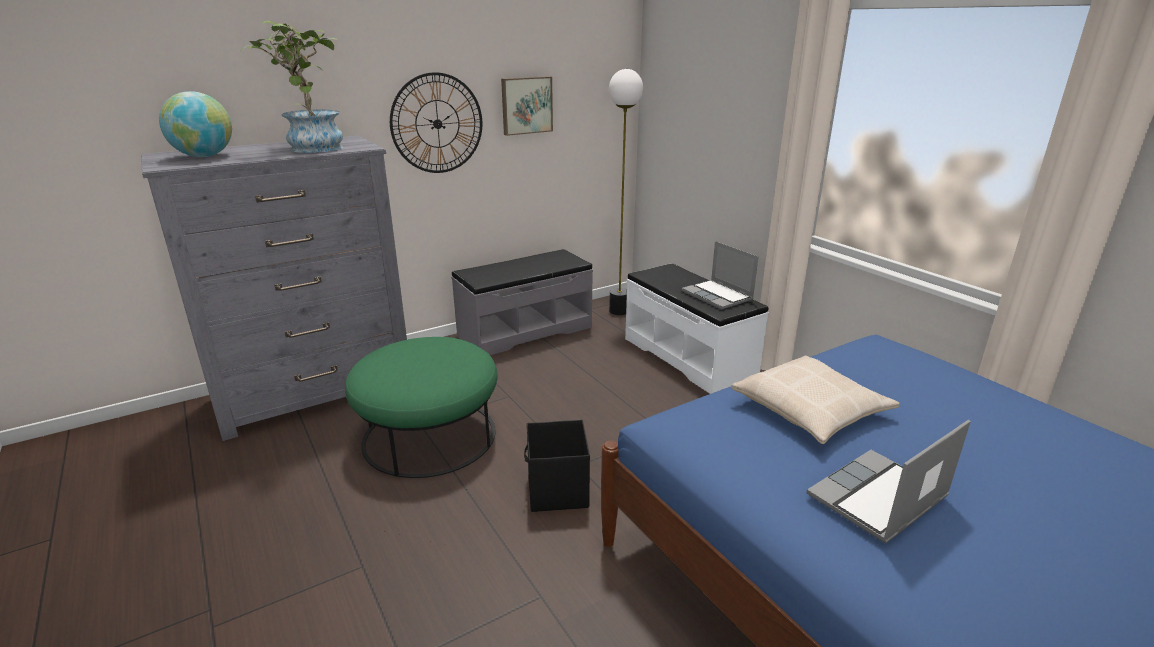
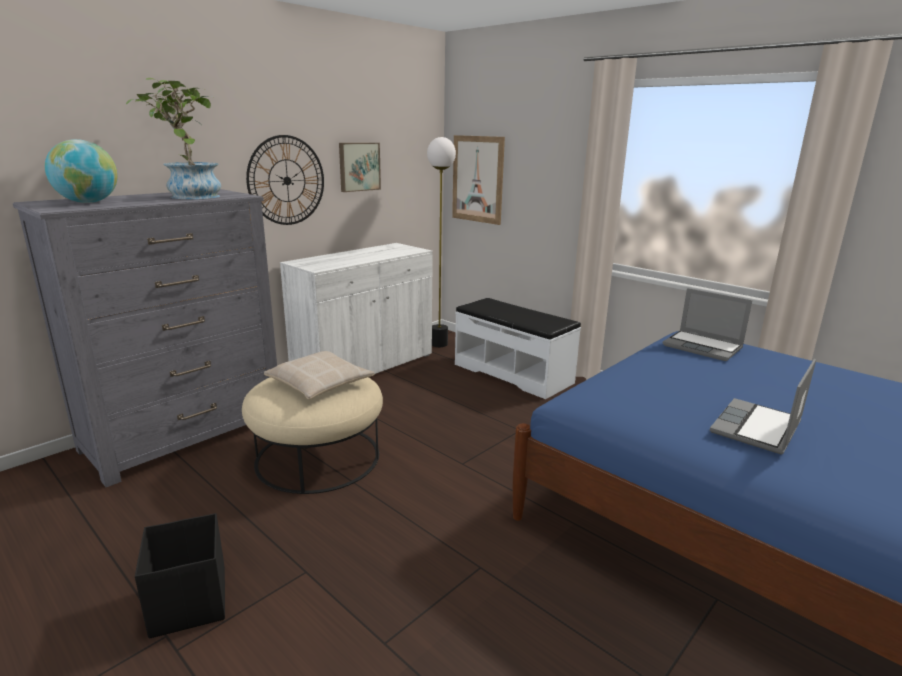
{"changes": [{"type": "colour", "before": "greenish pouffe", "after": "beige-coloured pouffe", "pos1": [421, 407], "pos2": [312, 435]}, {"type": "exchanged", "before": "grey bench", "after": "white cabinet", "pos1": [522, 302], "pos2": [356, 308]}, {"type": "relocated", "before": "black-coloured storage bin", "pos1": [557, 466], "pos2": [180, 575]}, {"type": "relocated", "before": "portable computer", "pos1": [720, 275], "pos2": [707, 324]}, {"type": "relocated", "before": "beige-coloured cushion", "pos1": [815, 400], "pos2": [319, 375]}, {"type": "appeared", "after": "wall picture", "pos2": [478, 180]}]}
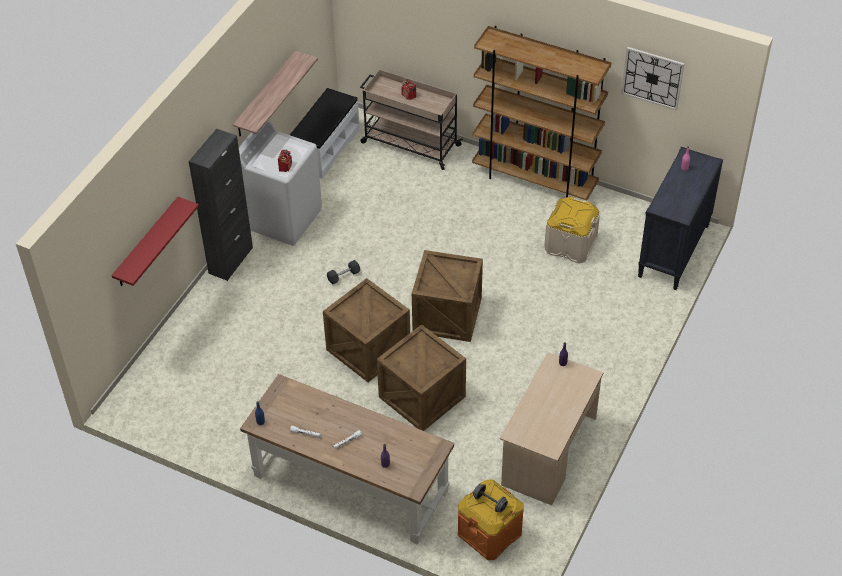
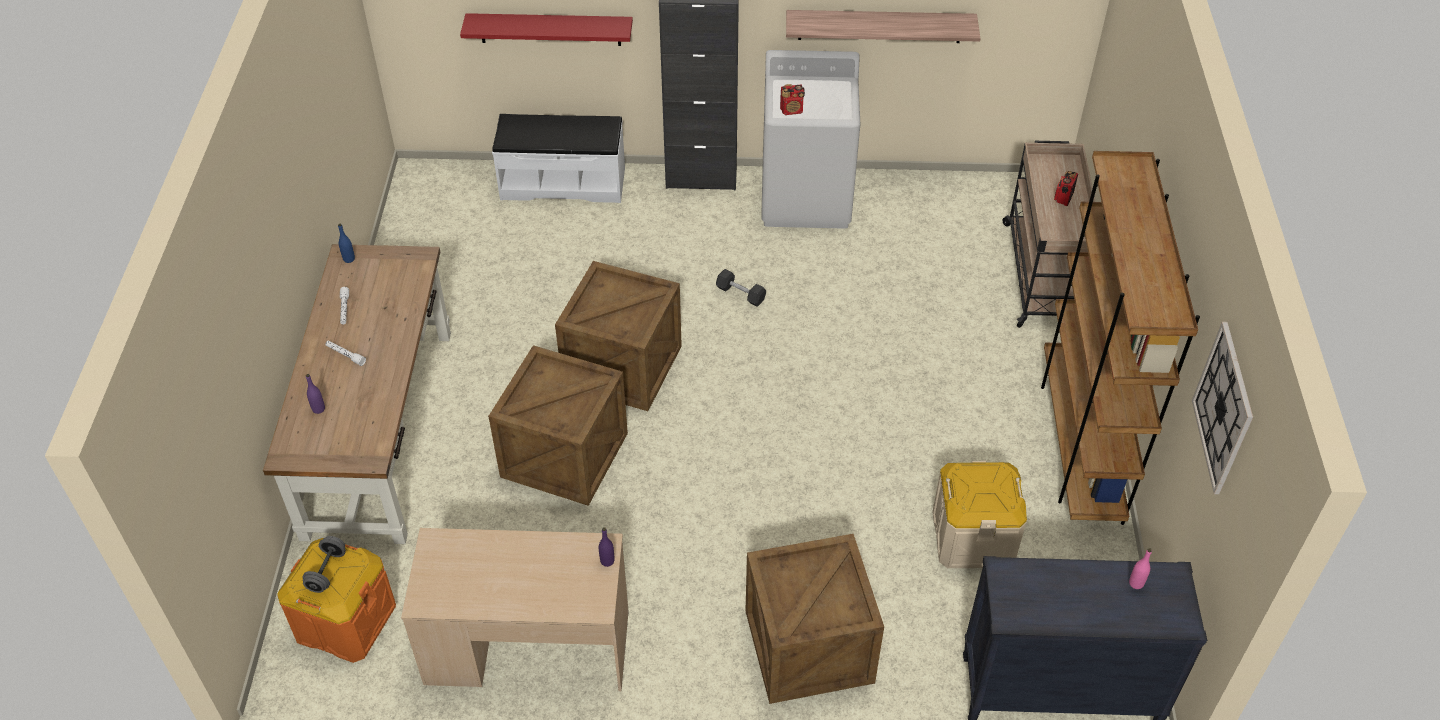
{"changes": [{"type": "relocated", "before": "white bench", "pos1": [325, 133], "pos2": [558, 158]}, {"type": "relocated", "before": "crate", "pos1": [447, 296], "pos2": [814, 619]}]}
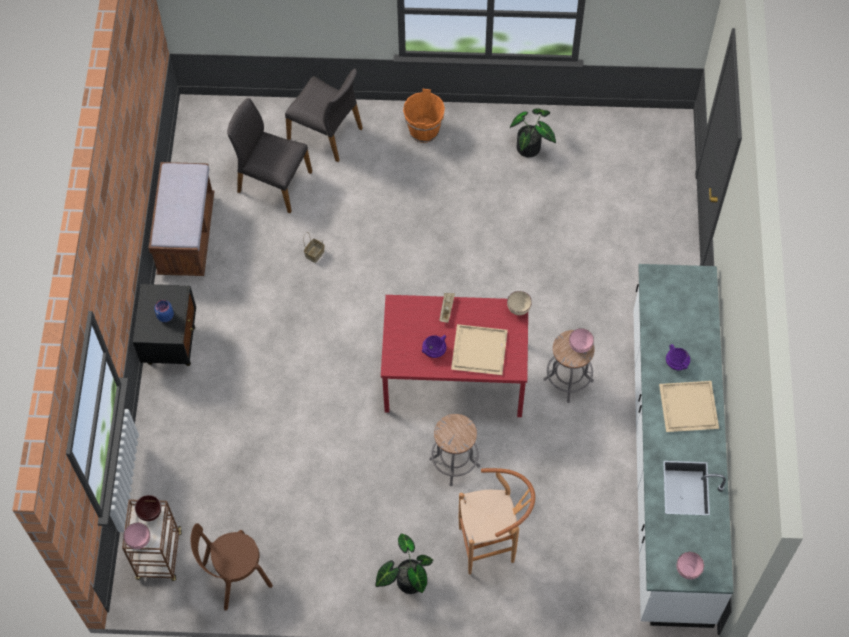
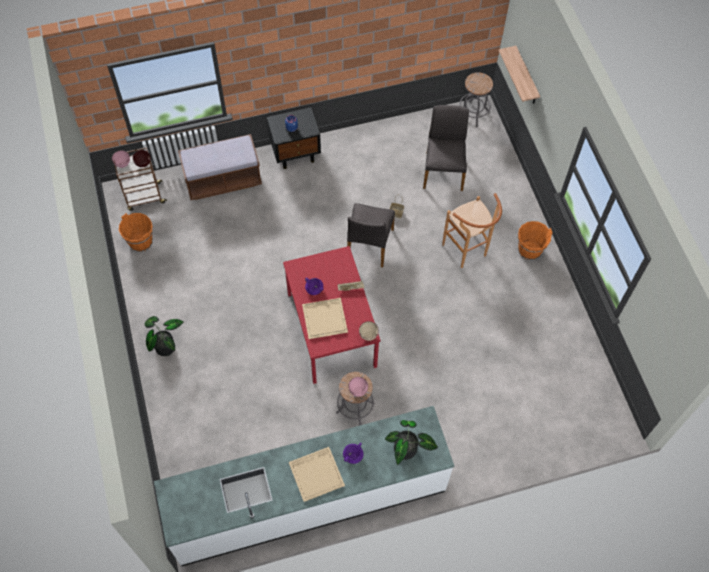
{"changes": [{"type": "relocated", "before": "brown-coloured bench", "pos1": [181, 219], "pos2": [220, 167]}, {"type": "exchanged", "before": "brown-coloured plain chair", "after": "orangey bucket", "pos1": [232, 567], "pos2": [136, 232]}, {"type": "relocated", "before": "grey plain chair", "pos1": [324, 115], "pos2": [371, 235]}, {"type": "relocated", "before": "grey stool", "pos1": [454, 450], "pos2": [476, 99]}, {"type": "relocated", "before": "brown-coloured stool", "pos1": [497, 521], "pos2": [472, 230]}, {"type": "relocated", "before": "plant in a pot", "pos1": [533, 132], "pos2": [411, 442]}, {"type": "missing", "before": "pink bowl", "pos1": [690, 565]}, {"type": "appeared", "after": "shelf", "pos2": [519, 75]}]}
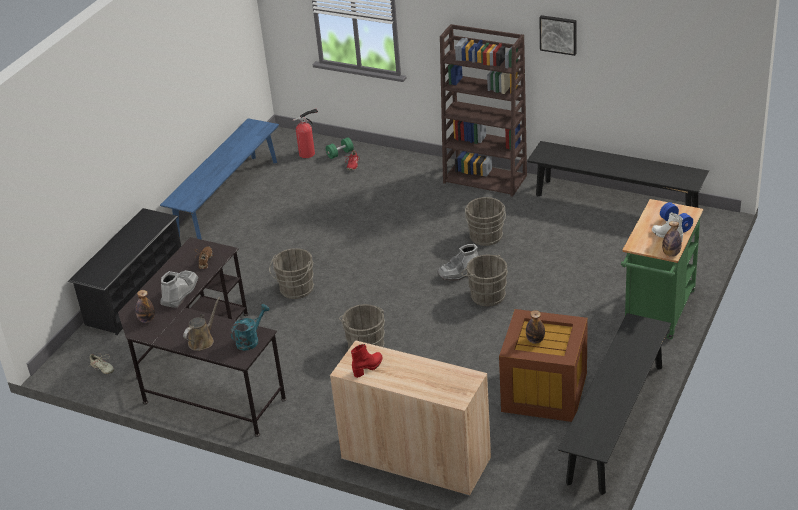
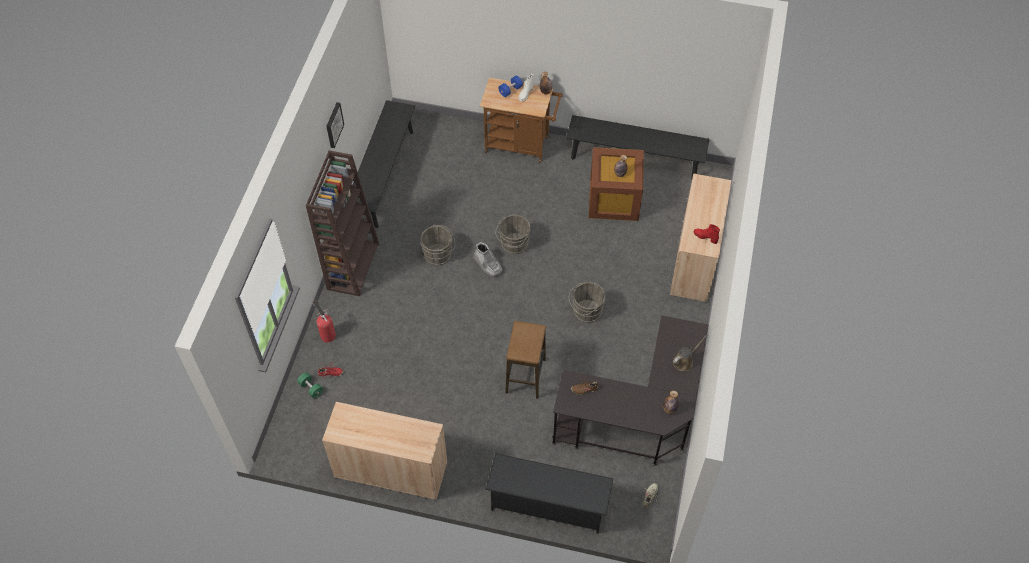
{"changes": [{"type": "exchanged", "before": "blue-coloured bench", "after": "beige-coloured cabinet", "pos1": [219, 179], "pos2": [384, 451]}, {"type": "missing", "before": "grey tall boot", "pos1": [179, 289]}, {"type": "spun", "before": "brown-coloured watering pot", "pos1": [201, 324], "pos2": [690, 353], "turn": 120}, {"type": "missing", "before": "turquoise watering pot", "pos1": [250, 327]}, {"type": "exchanged", "before": "grey bucket", "after": "stool", "pos1": [291, 273], "pos2": [526, 360]}, {"type": "relocated", "before": "fire extinguisher", "pos1": [305, 133], "pos2": [324, 321]}, {"type": "colour", "before": "greenish trolley", "after": "brown-coloured trolley", "pos1": [662, 269], "pos2": [521, 120]}]}
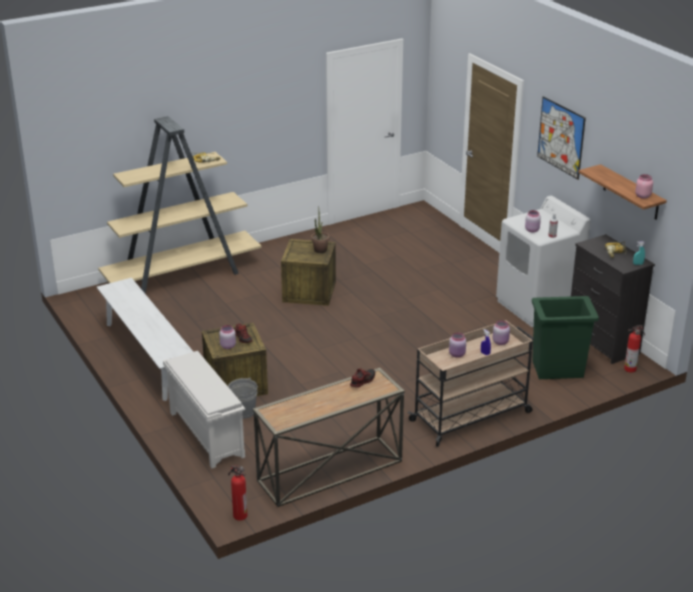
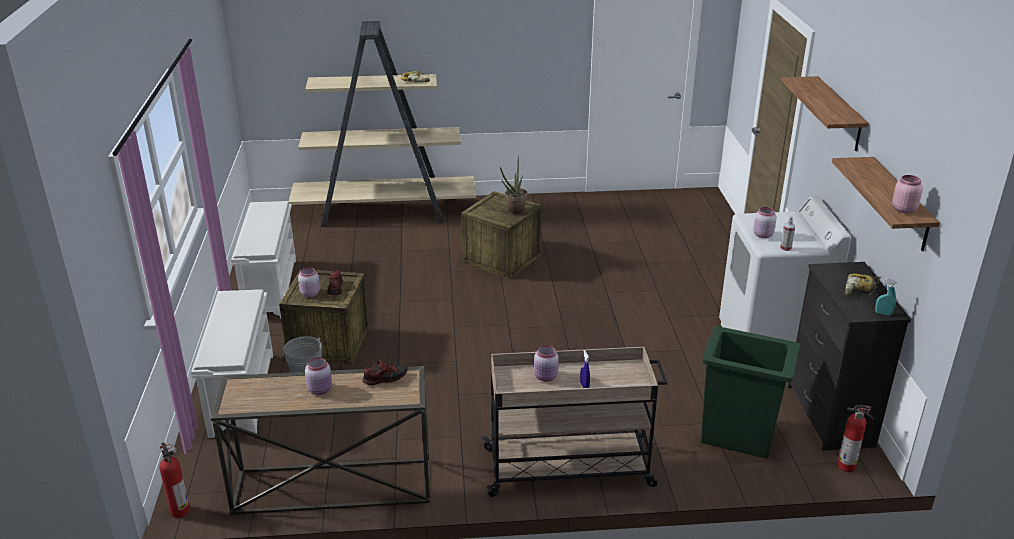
{"changes": [{"type": "exchanged", "before": "white bench", "after": "white shoe rack", "pos1": [145, 339], "pos2": [263, 259]}, {"type": "relocated", "before": "pink preserve jar", "pos1": [501, 332], "pos2": [318, 376]}, {"type": "exchanged", "before": "wall picture", "after": "shelf", "pos1": [561, 138], "pos2": [825, 113]}]}
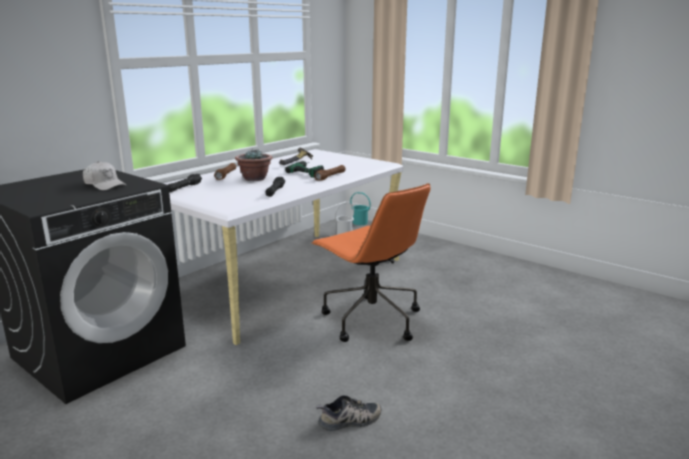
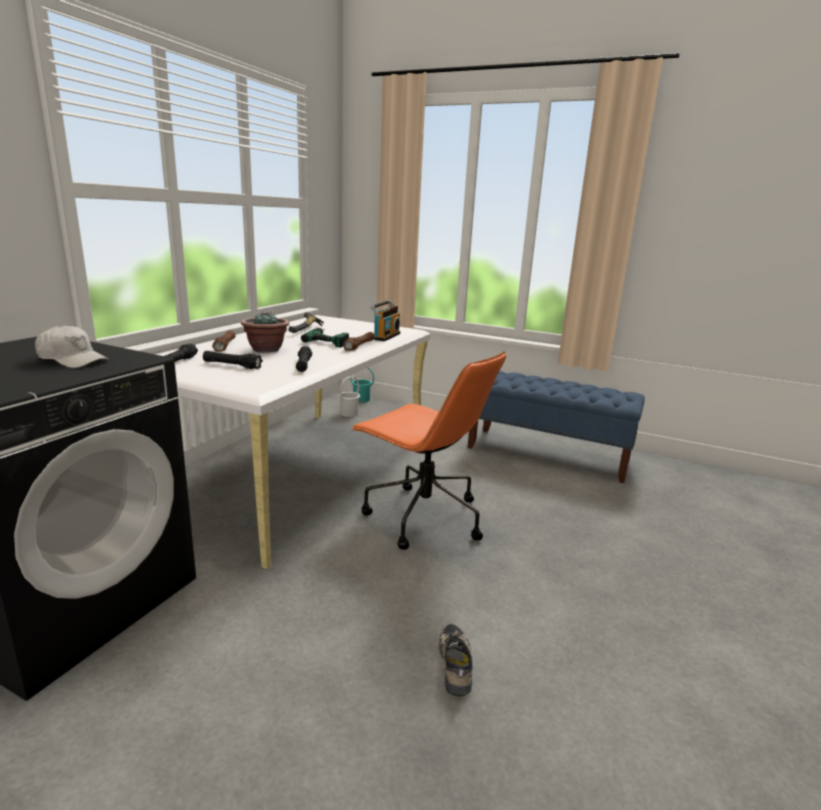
{"changes": [{"type": "spun", "before": "shoe", "pos1": [348, 413], "pos2": [455, 659], "turn": -60}, {"type": "appeared", "after": "black-coloured torch", "pos2": [233, 360]}, {"type": "appeared", "after": "radio", "pos2": [385, 320]}, {"type": "appeared", "after": "blue-coloured bench", "pos2": [556, 427]}]}
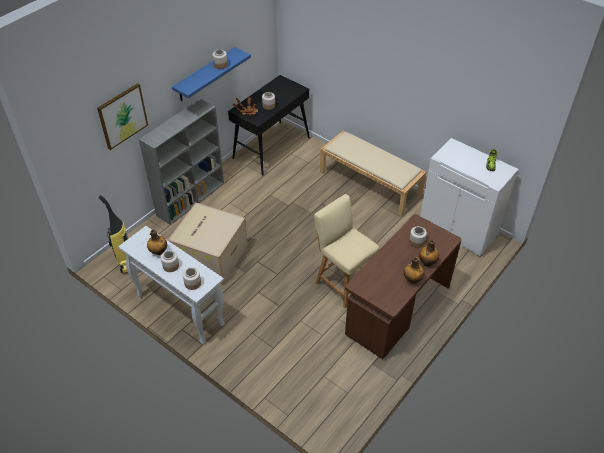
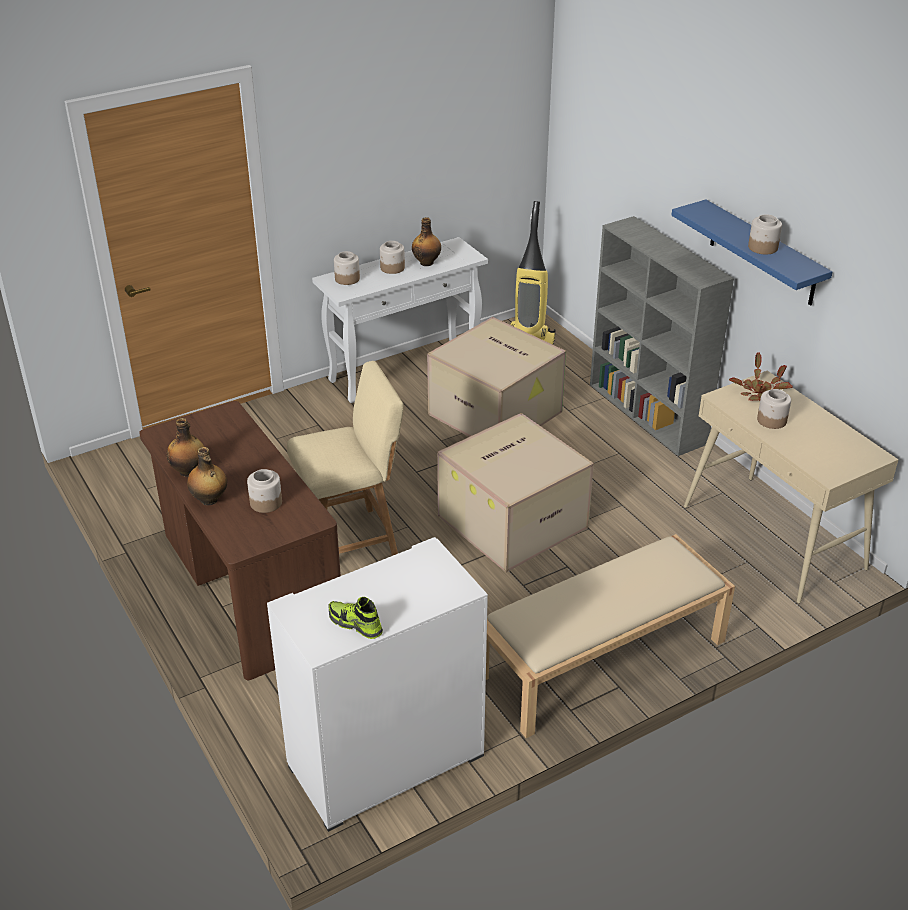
{"changes": [{"type": "missing", "before": "wall picture", "pos1": [122, 116]}, {"type": "colour", "before": "black-coloured hall table", "after": "beige-coloured hall table", "pos1": [269, 125], "pos2": [791, 486]}, {"type": "appeared", "after": "packing box", "pos2": [515, 492]}]}
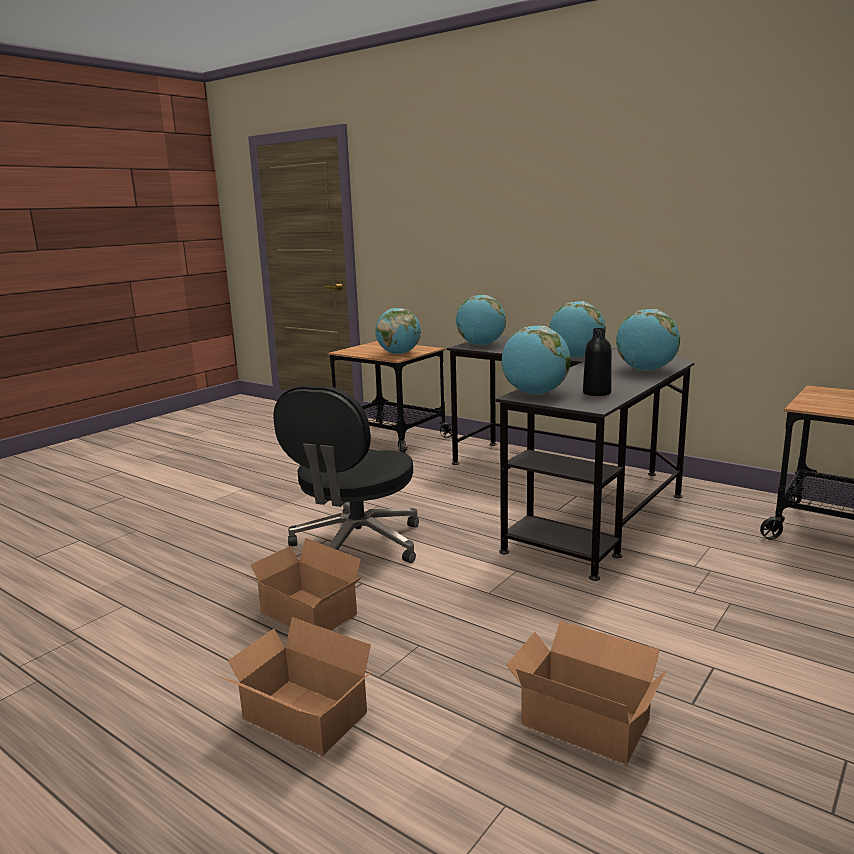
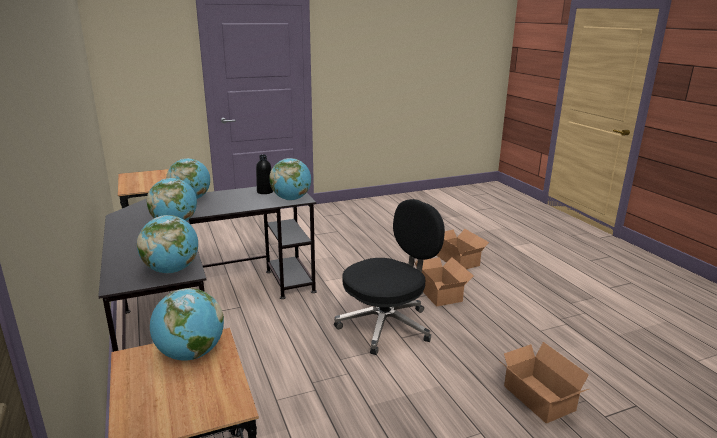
{"changes": [{"type": "relocated", "before": "packing box", "pos1": [586, 692], "pos2": [543, 382]}]}
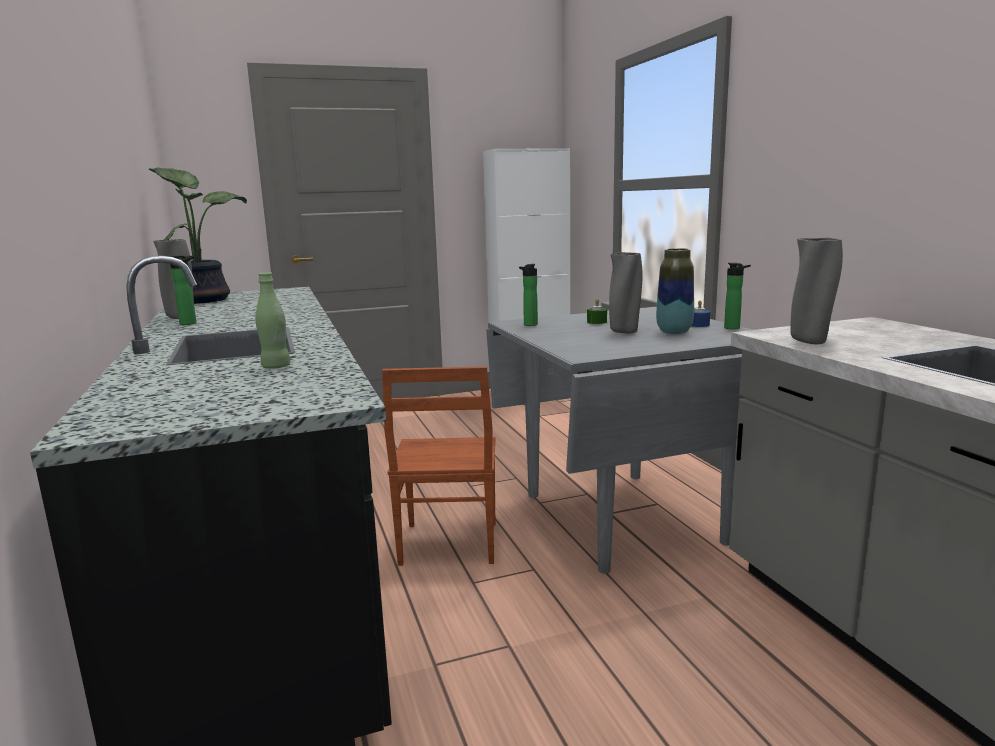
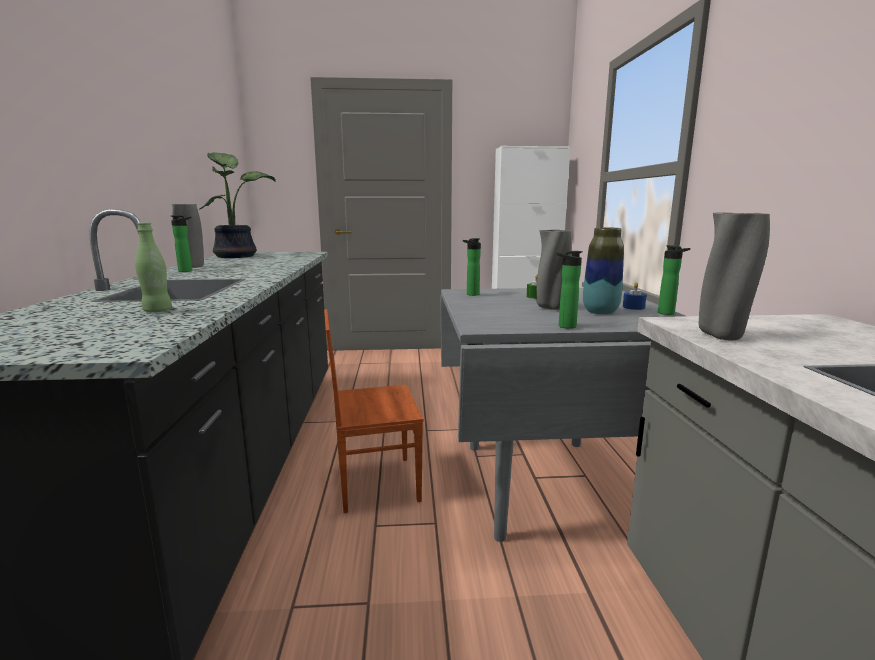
{"changes": [{"type": "spun", "before": "brown-coloured plain chair", "pos1": [438, 466], "pos2": [374, 411], "turn": 60}, {"type": "appeared", "after": "beverage bottle", "pos2": [569, 290]}]}
